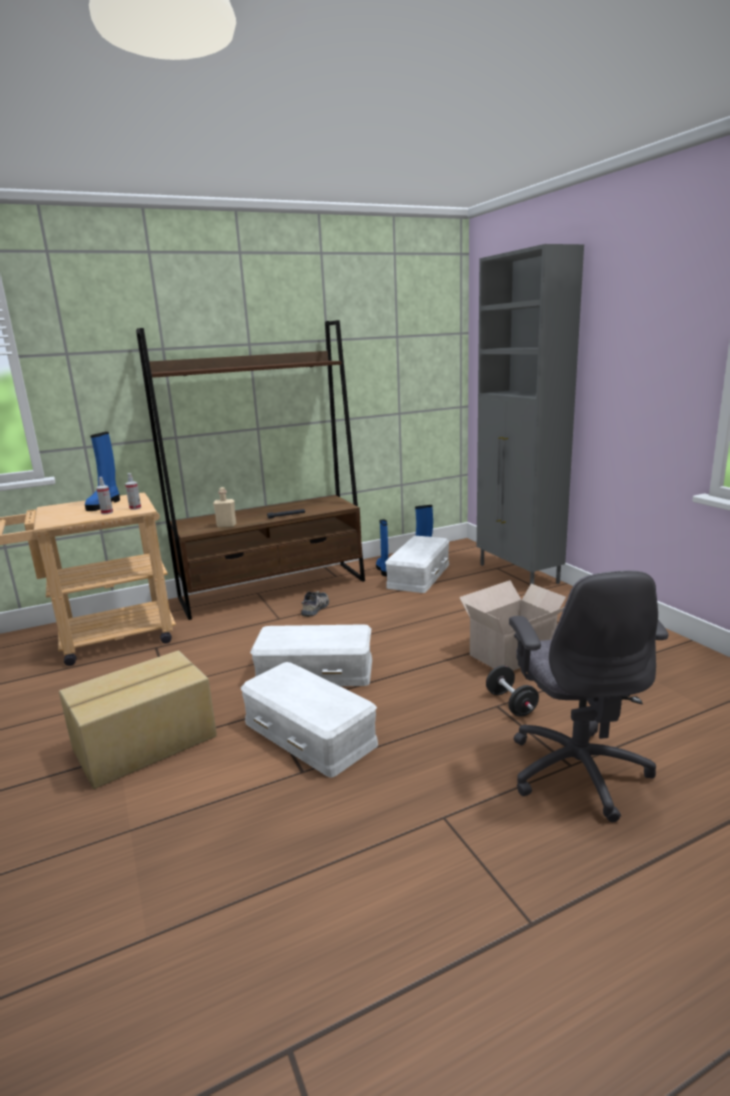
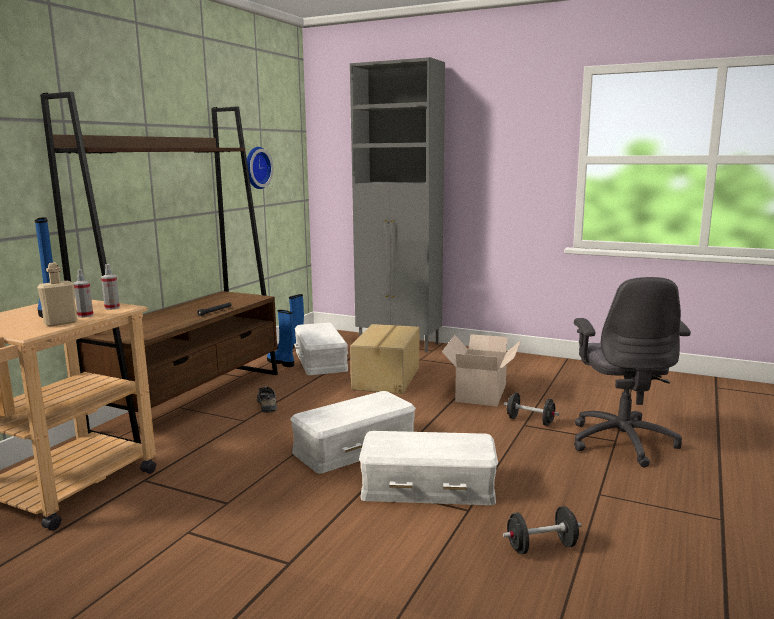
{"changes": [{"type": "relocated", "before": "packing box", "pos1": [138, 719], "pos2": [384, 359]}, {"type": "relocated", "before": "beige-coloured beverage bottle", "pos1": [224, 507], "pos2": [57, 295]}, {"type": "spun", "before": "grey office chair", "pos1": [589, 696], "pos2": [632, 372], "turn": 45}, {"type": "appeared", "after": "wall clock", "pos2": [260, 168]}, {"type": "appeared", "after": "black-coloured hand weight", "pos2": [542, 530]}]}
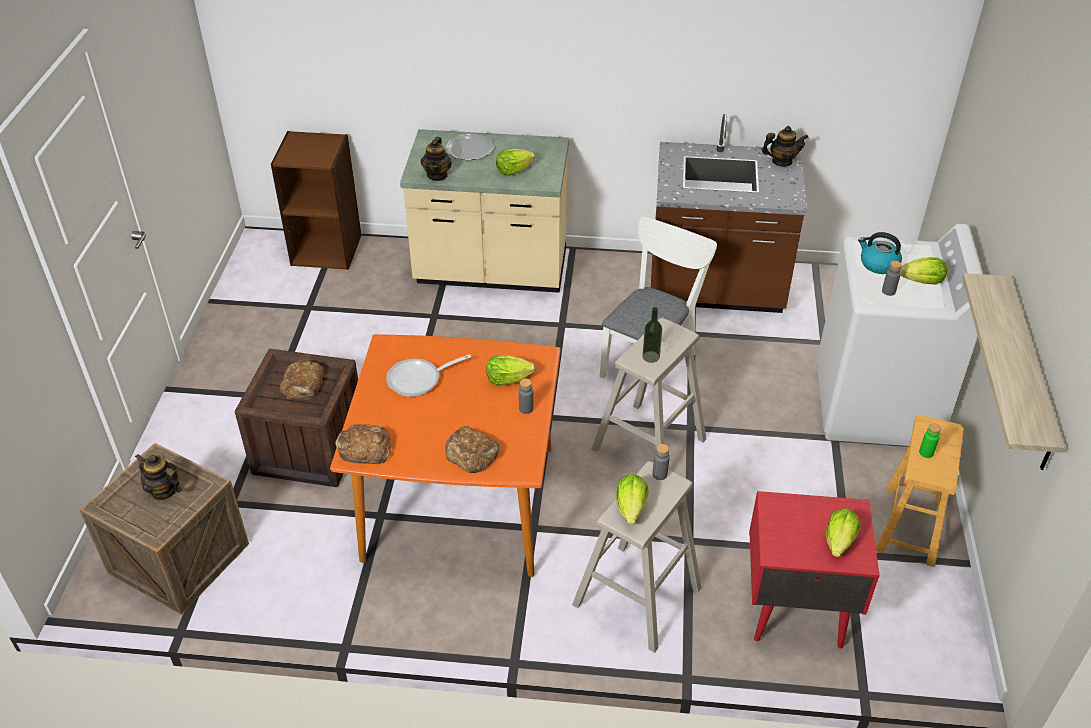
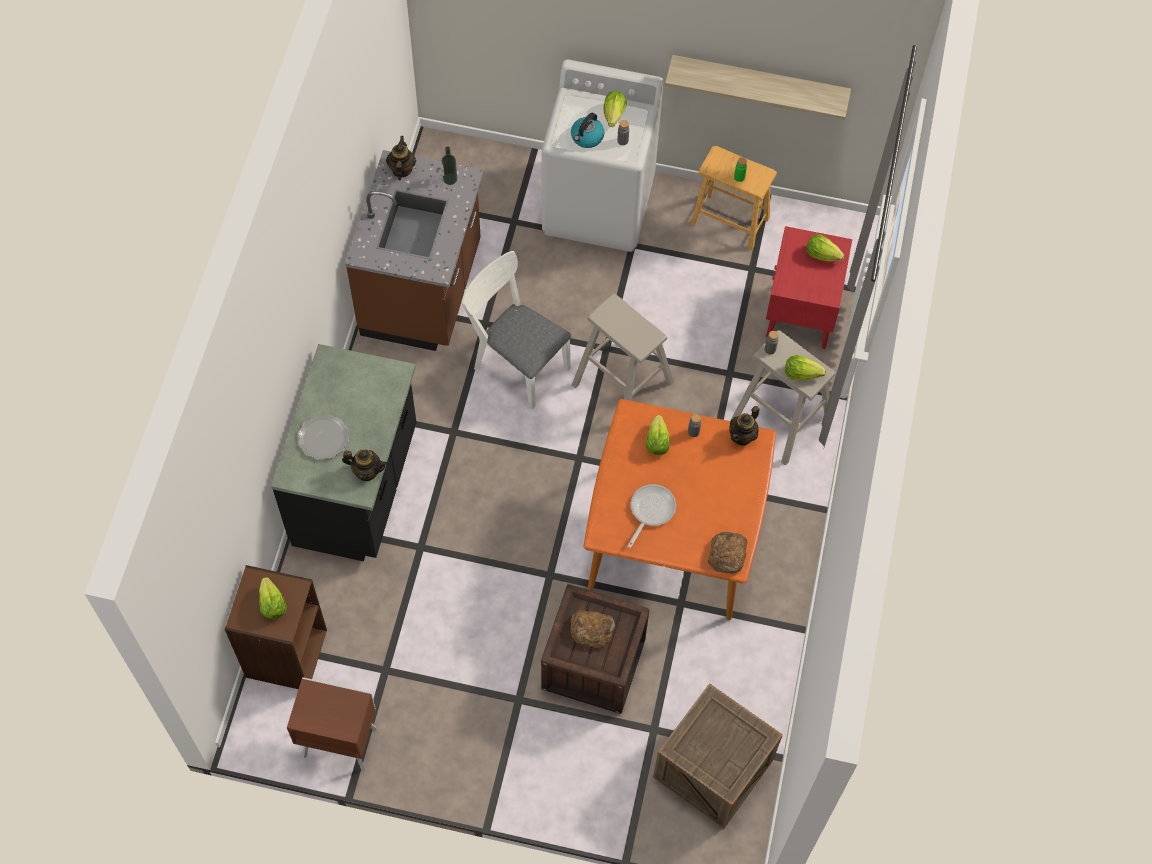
{"changes": [{"type": "relocated", "before": "pot for tea", "pos1": [158, 477], "pos2": [744, 426]}, {"type": "spun", "before": "pan", "pos1": [428, 375], "pos2": [652, 516], "turn": -135}, {"type": "colour", "before": "beige-coloured counter", "after": "black-coloured counter", "pos1": [484, 211], "pos2": [344, 452]}, {"type": "missing", "before": "bread", "pos1": [472, 449]}, {"type": "relocated", "before": "head of lettuce", "pos1": [515, 162], "pos2": [273, 598]}, {"type": "relocated", "before": "beverage bottle", "pos1": [652, 335], "pos2": [449, 166]}, {"type": "appeared", "after": "brown-coloured nightstand", "pos2": [332, 724]}]}
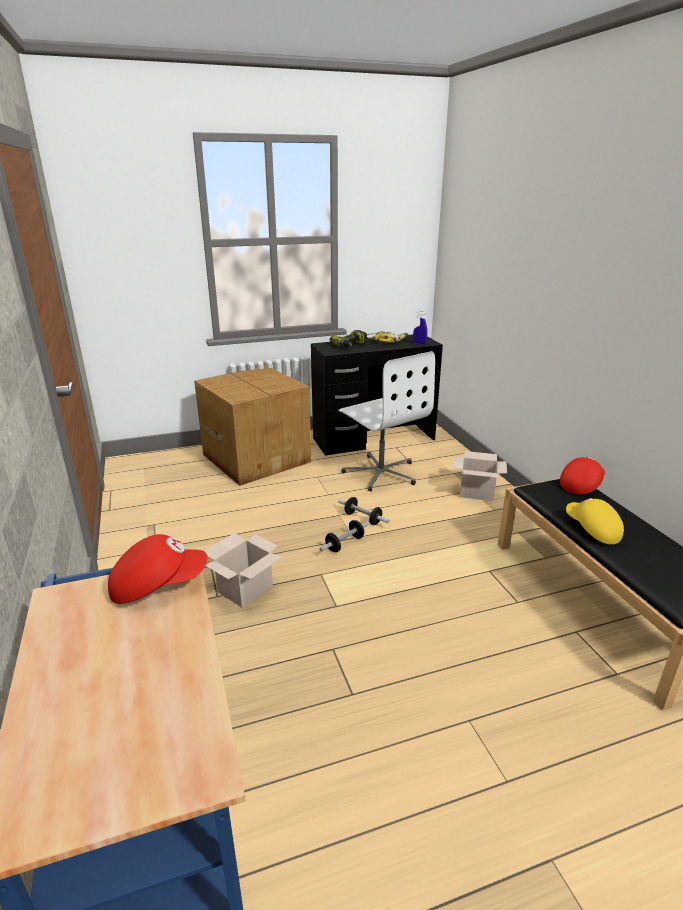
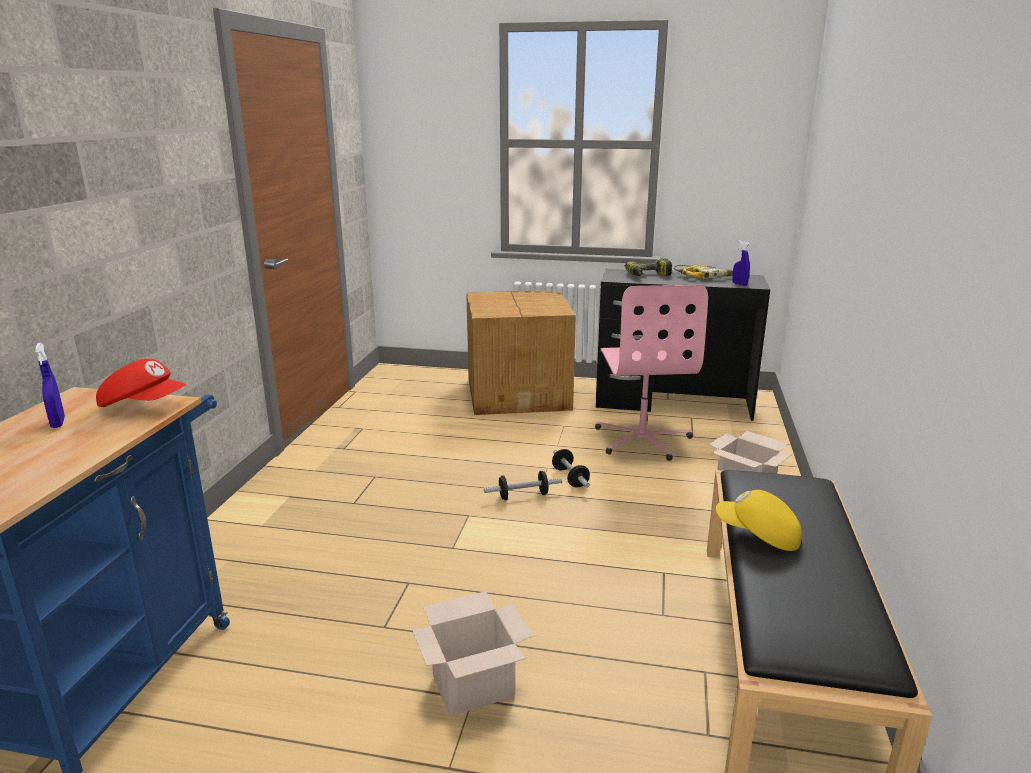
{"changes": [{"type": "relocated", "before": "packing box", "pos1": [243, 570], "pos2": [472, 653]}, {"type": "colour", "before": "white office chair", "after": "pink office chair", "pos1": [387, 421], "pos2": [651, 373]}, {"type": "missing", "before": "red-coloured baseball cap", "pos1": [582, 475]}, {"type": "spun", "before": "yellow-coloured baseball cap", "pos1": [595, 521], "pos2": [759, 520], "turn": -60}, {"type": "appeared", "after": "blue-coloured sprayer", "pos2": [50, 385]}]}
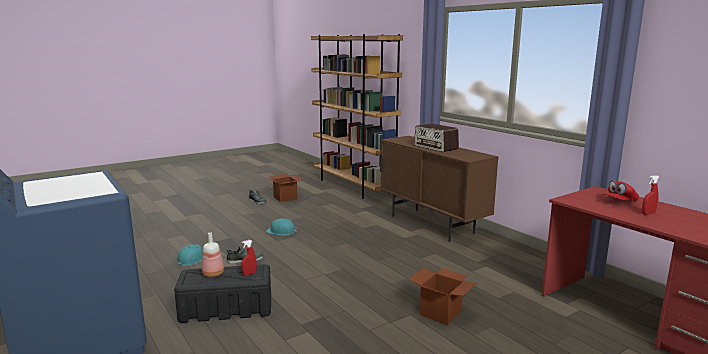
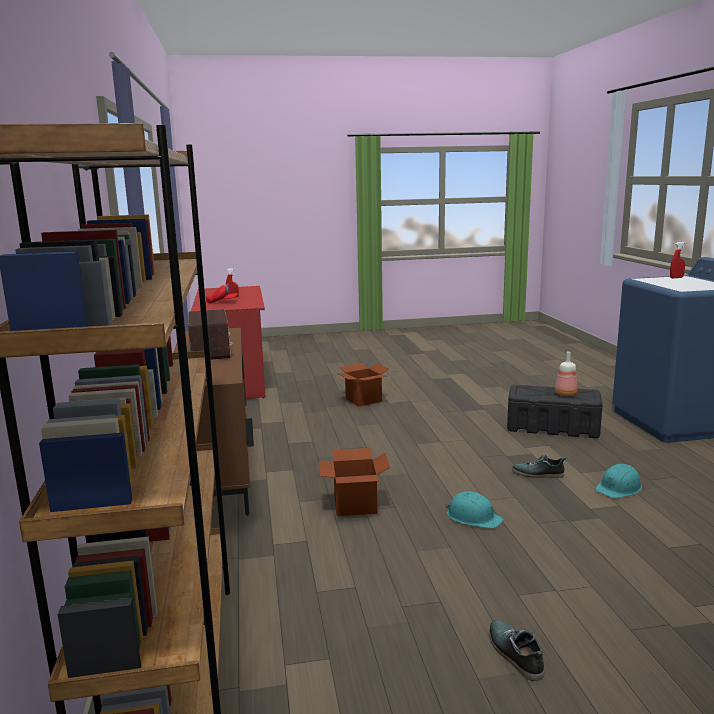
{"changes": [{"type": "relocated", "before": "red-coloured sprayer", "pos1": [249, 258], "pos2": [678, 260]}, {"type": "relocated", "before": "packing box", "pos1": [285, 188], "pos2": [354, 482]}]}
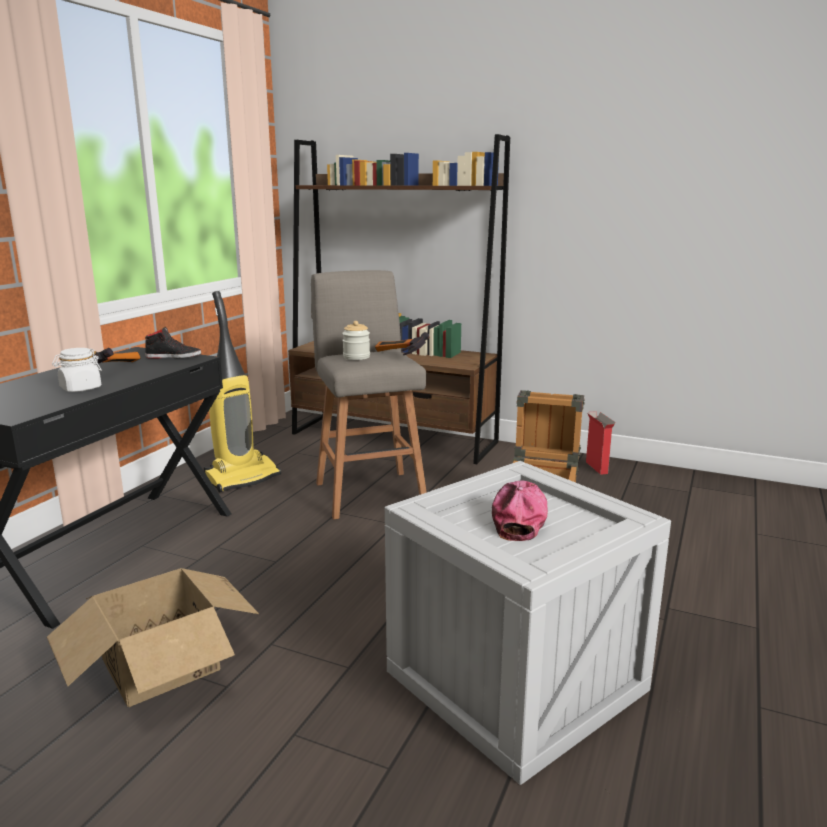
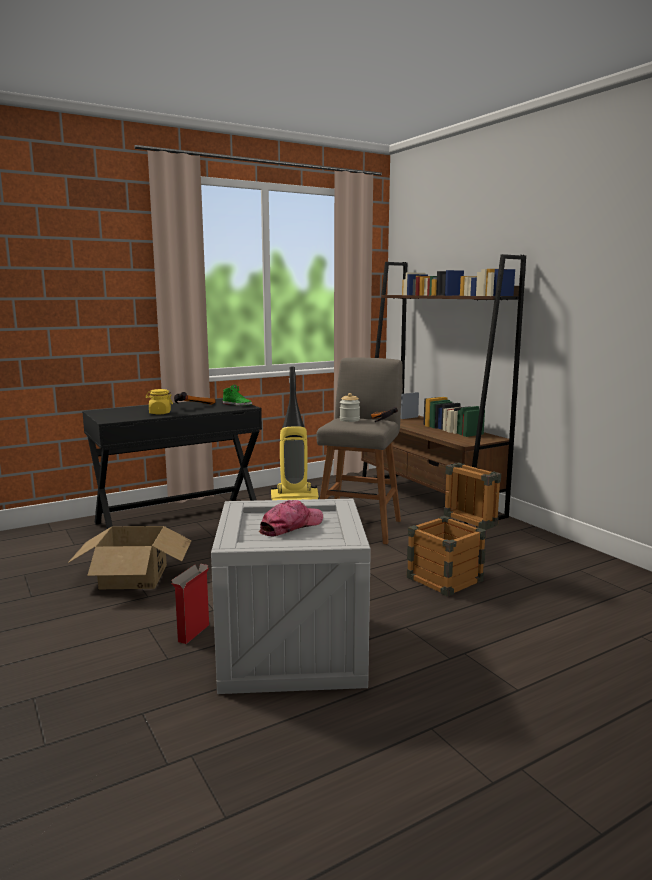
{"changes": [{"type": "colour", "before": "white preserve jar", "after": "yellow-coloured preserve jar", "pos1": [77, 370], "pos2": [159, 401]}, {"type": "colour", "before": "black-coloured shoe", "after": "greenish shoe", "pos1": [173, 342], "pos2": [237, 395]}, {"type": "relocated", "before": "packing box", "pos1": [601, 443], "pos2": [190, 604]}]}
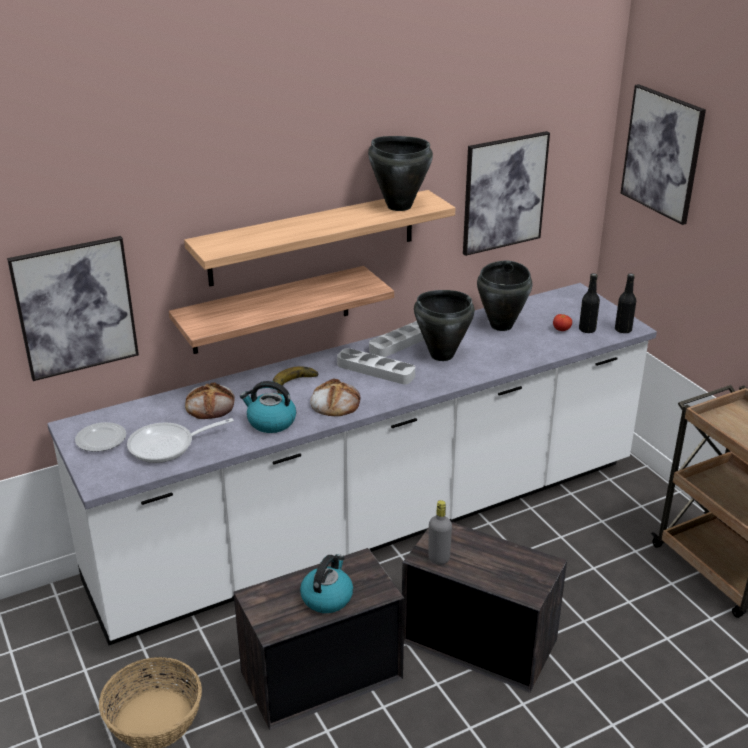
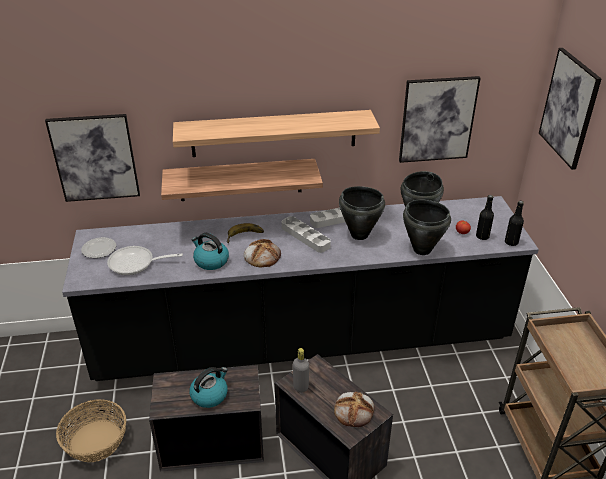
{"changes": [{"type": "colour", "before": "white counter", "after": "black-coloured counter", "pos1": [352, 464], "pos2": [300, 288]}, {"type": "relocated", "before": "bread", "pos1": [210, 400], "pos2": [354, 409]}, {"type": "relocated", "before": "black-coloured saucepot", "pos1": [400, 173], "pos2": [427, 227]}]}
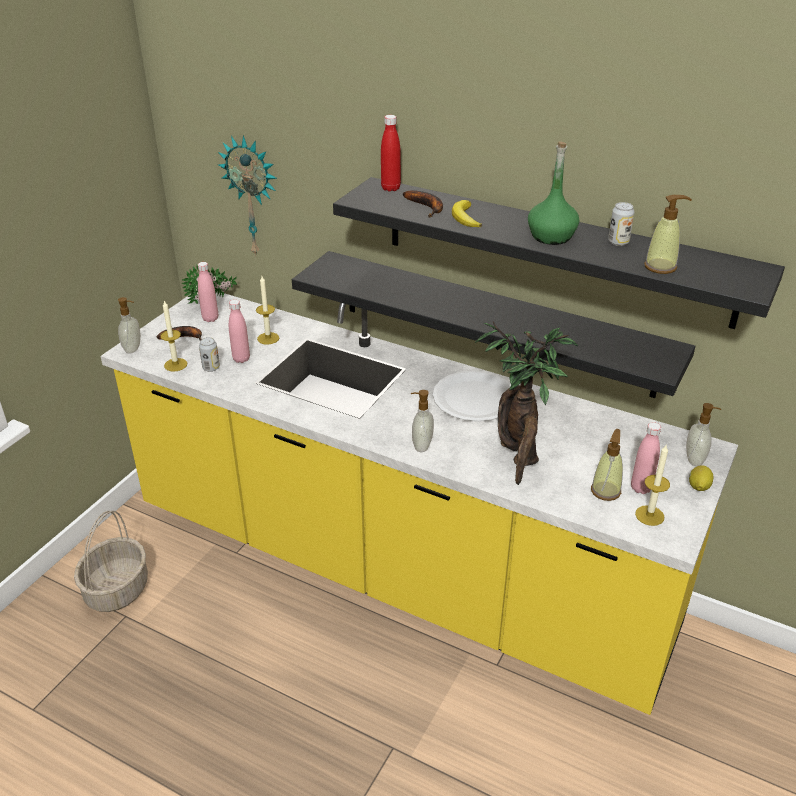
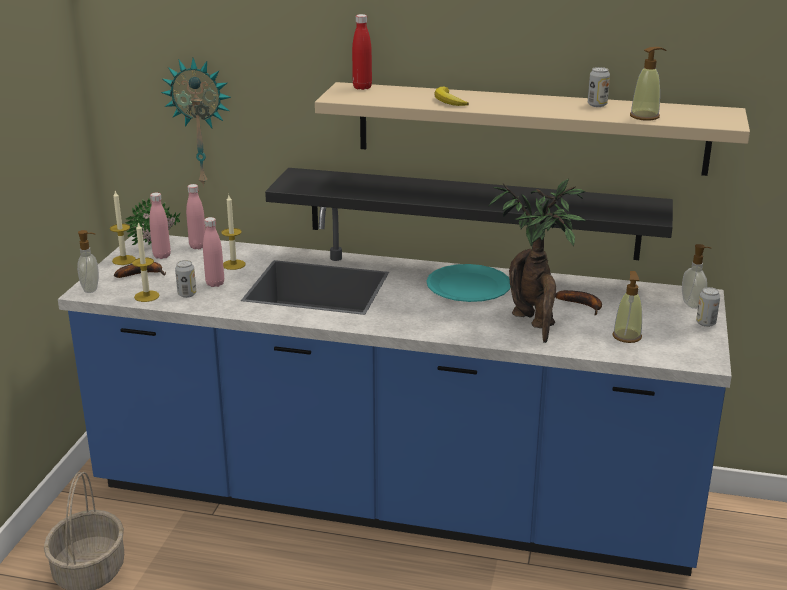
{"changes": [{"type": "colour", "before": "yellow-coloured counter", "after": "blue-coloured counter", "pos1": [419, 503], "pos2": [395, 391]}, {"type": "colour", "before": "black-coloured shelf", "after": "beige-coloured shelf", "pos1": [559, 253], "pos2": [532, 129]}, {"type": "relocated", "before": "banana fruit", "pos1": [423, 204], "pos2": [578, 302]}, {"type": "missing", "before": "soap dispenser", "pos1": [422, 421]}, {"type": "colour", "before": "white dinner plate", "after": "turquoise dinner plate", "pos1": [472, 396], "pos2": [468, 283]}, {"type": "missing", "before": "greenish beverage bottle", "pos1": [553, 193]}, {"type": "relocated", "before": "pink beverage bottle", "pos1": [646, 458], "pos2": [196, 216]}, {"type": "relocated", "before": "wax candle", "pos1": [652, 485], "pos2": [123, 228]}, {"type": "exchanged", "before": "citrus fruit", "after": "metal can", "pos1": [701, 478], "pos2": [708, 307]}]}
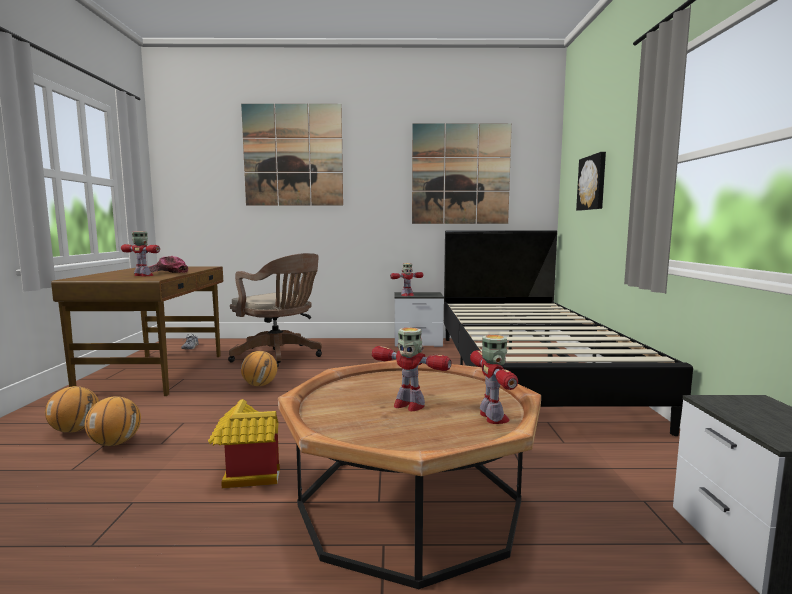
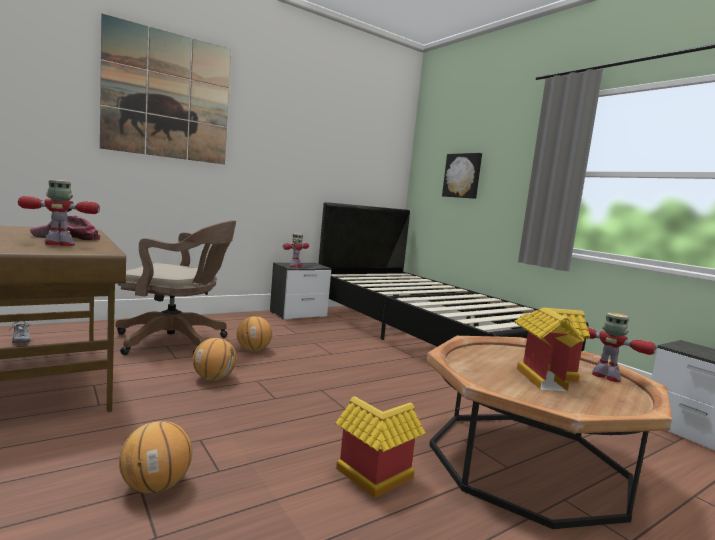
{"changes": [{"type": "relocated", "before": "ball for basketball", "pos1": [72, 409], "pos2": [254, 334]}, {"type": "exchanged", "before": "model robot", "after": "model house", "pos1": [412, 369], "pos2": [552, 349]}, {"type": "missing", "before": "wall picture", "pos1": [462, 173]}]}
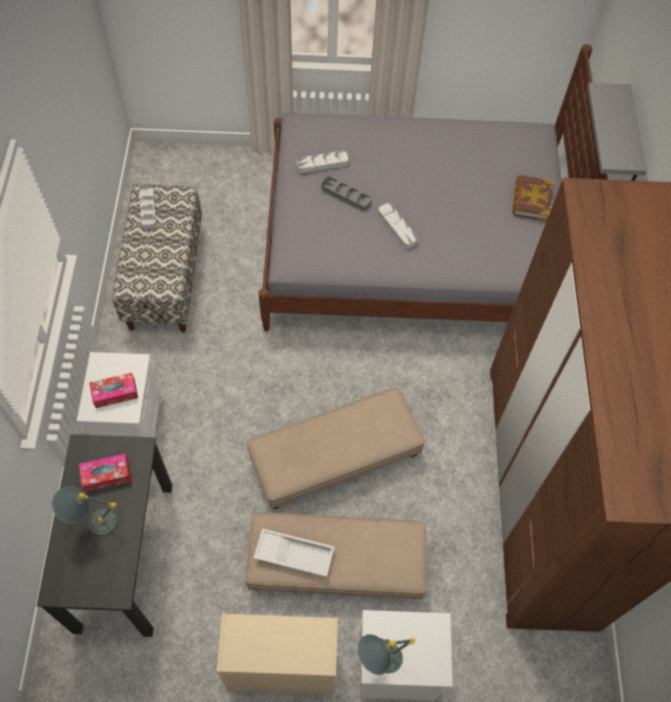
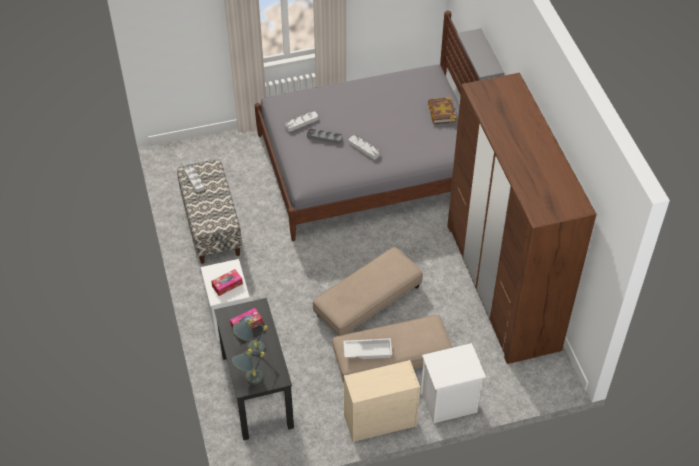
{"changes": [{"type": "relocated", "before": "grey table lamp", "pos1": [386, 654], "pos2": [248, 366]}]}
